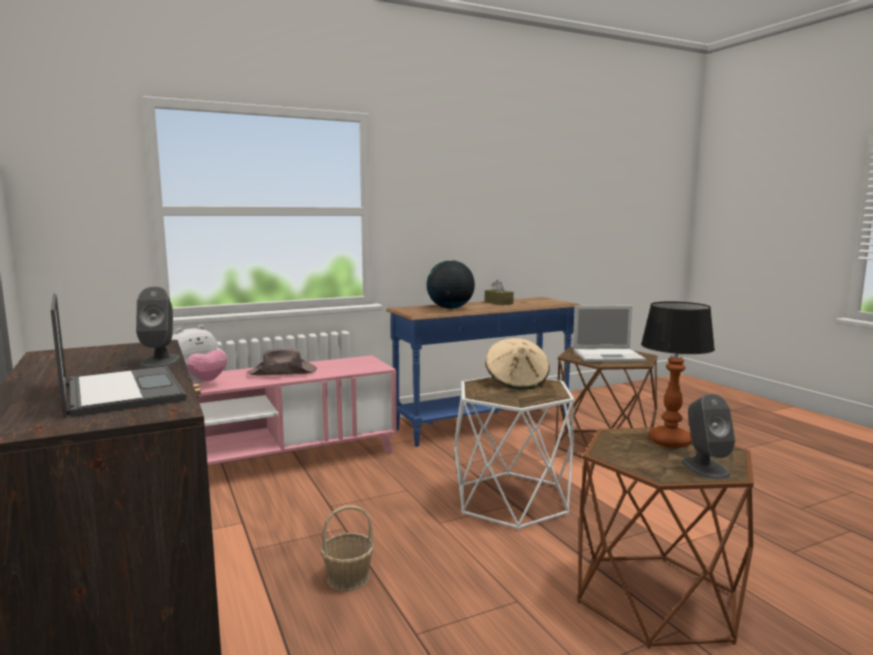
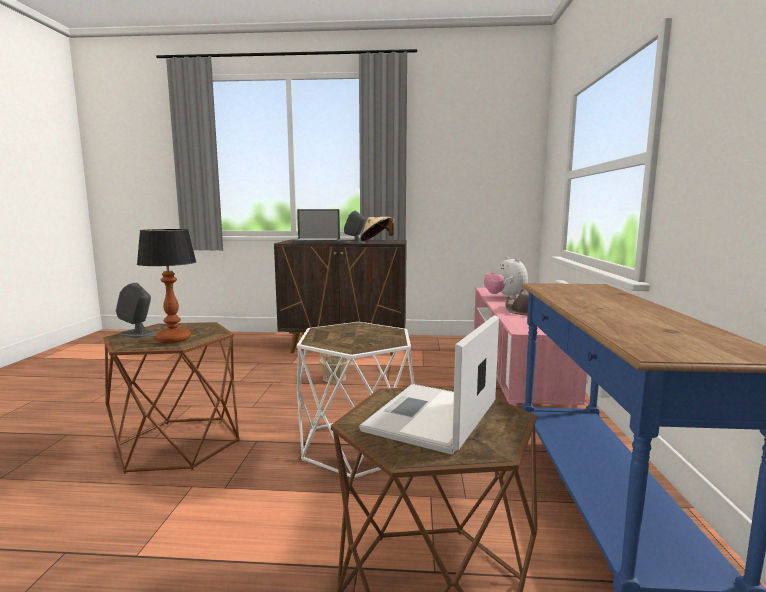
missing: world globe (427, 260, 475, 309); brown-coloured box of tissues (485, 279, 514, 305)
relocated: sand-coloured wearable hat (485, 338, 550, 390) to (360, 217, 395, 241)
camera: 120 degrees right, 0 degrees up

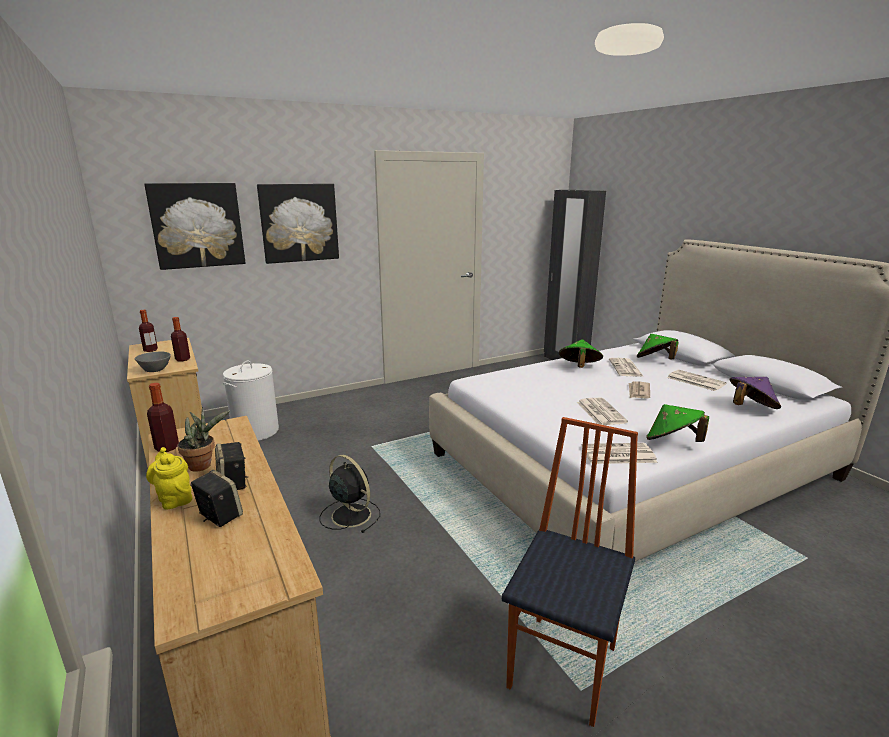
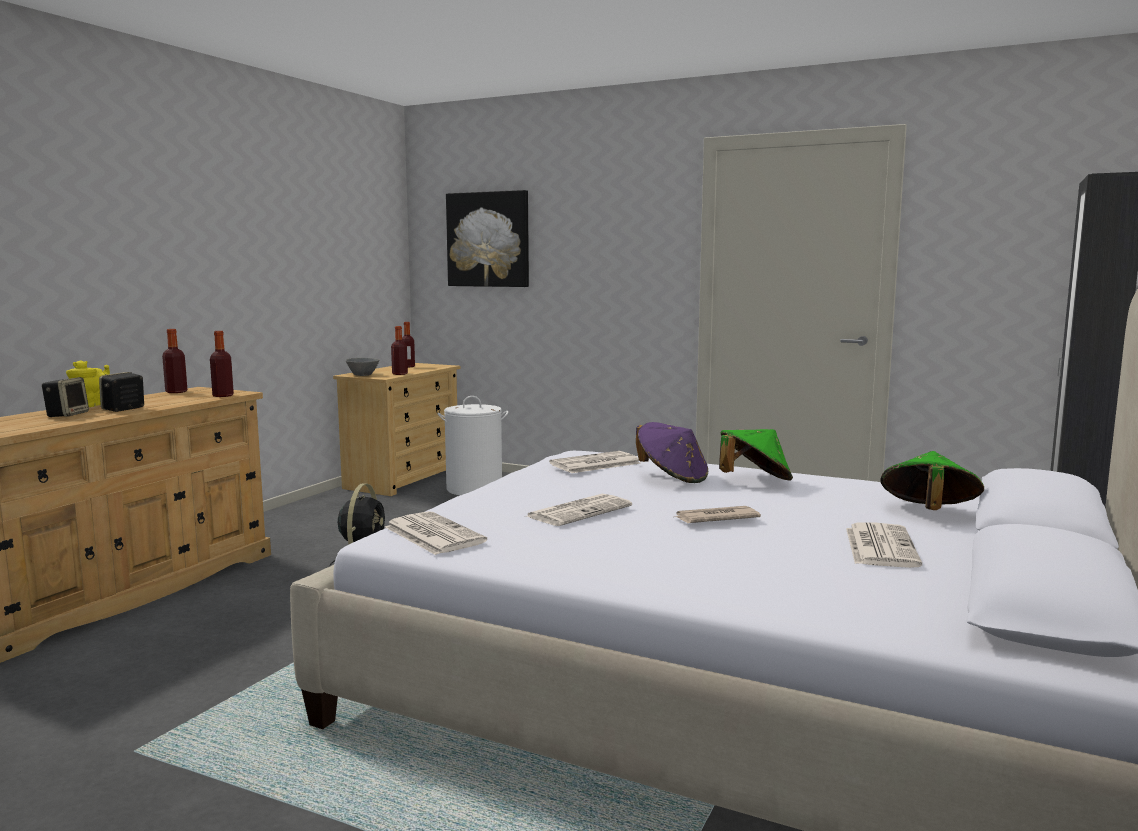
missing: plant in a pot (177, 407, 230, 472); wall art (257, 184, 339, 264); chair (502, 417, 638, 727); green-coloured wearable hat (646, 404, 709, 442)
appeared: drink bottle (210, 331, 234, 397)
relocated: printed paper (609, 358, 644, 377) to (549, 451, 641, 473); purple wearable hat (729, 377, 781, 409) to (636, 422, 708, 483)
camera: 55 degrees right, 10 degrees down

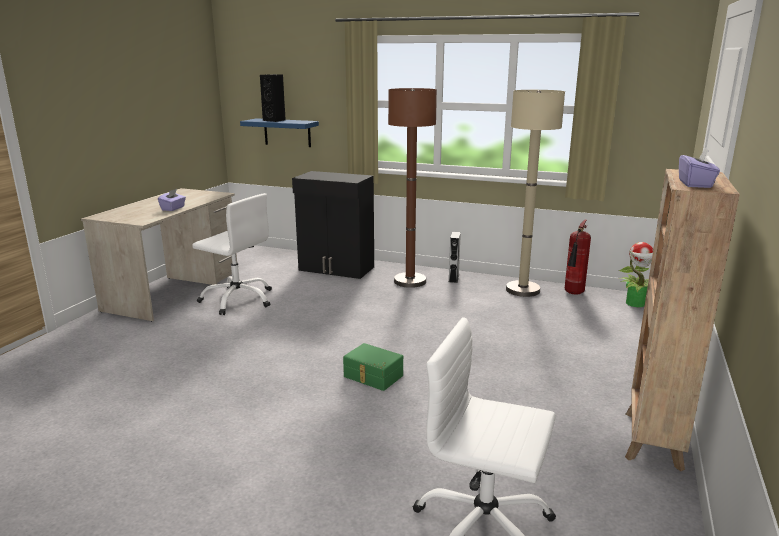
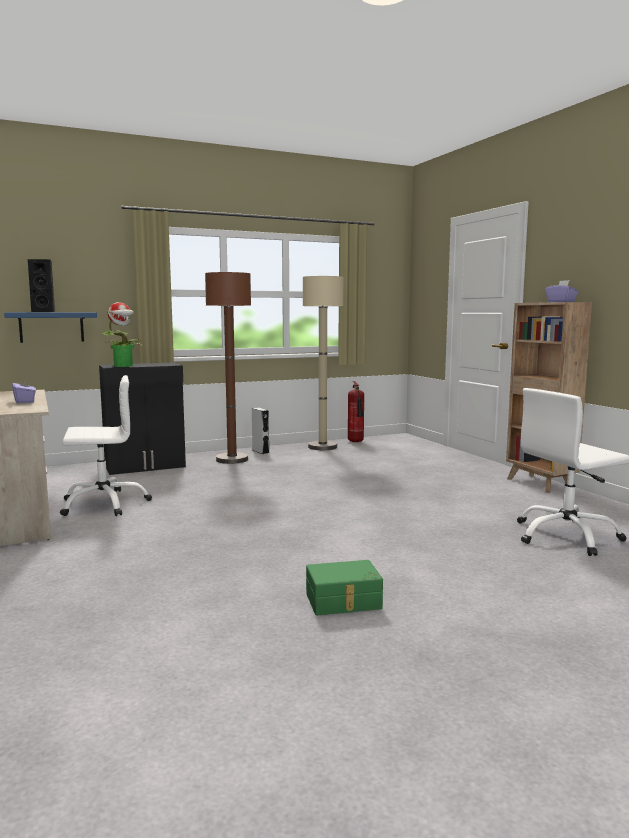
relocated: green-coloured storage bin (343, 343, 403, 391) to (306, 560, 383, 615); plant in a pot (619, 242, 653, 307) to (101, 302, 141, 367)
camera: 45 degrees left, 10 degrees down

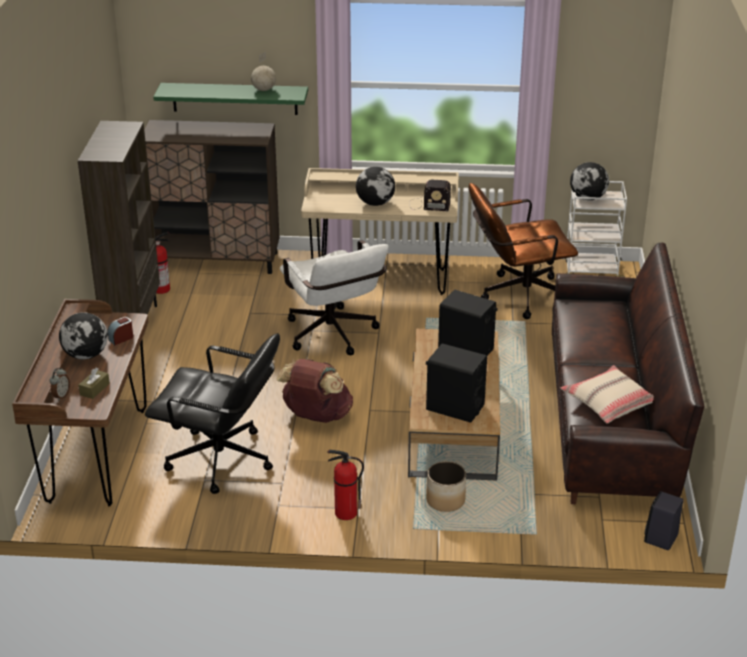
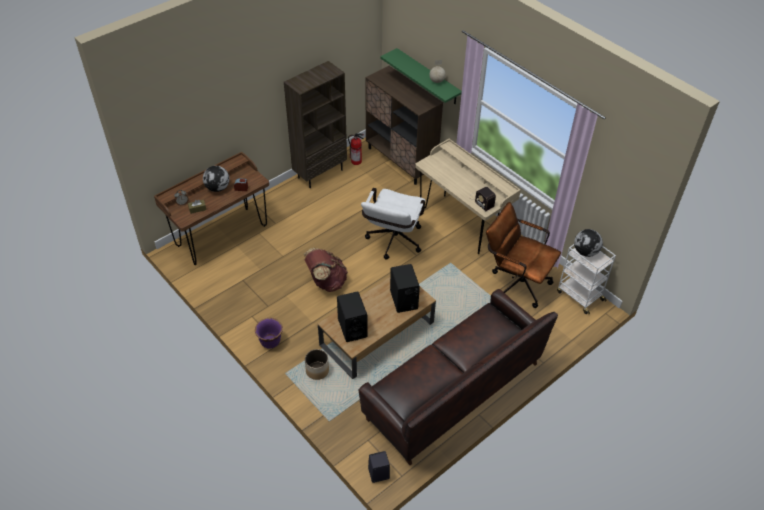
missing: black office chair (145, 333, 280, 494); world globe (356, 167, 395, 206); sand-coloured pillow (560, 365, 654, 424)
exchanged: fire-fighting cylinder (327, 450, 364, 520) to purple flower pot (255, 318, 283, 349)
camera: 45 degrees right, 15 degrees up

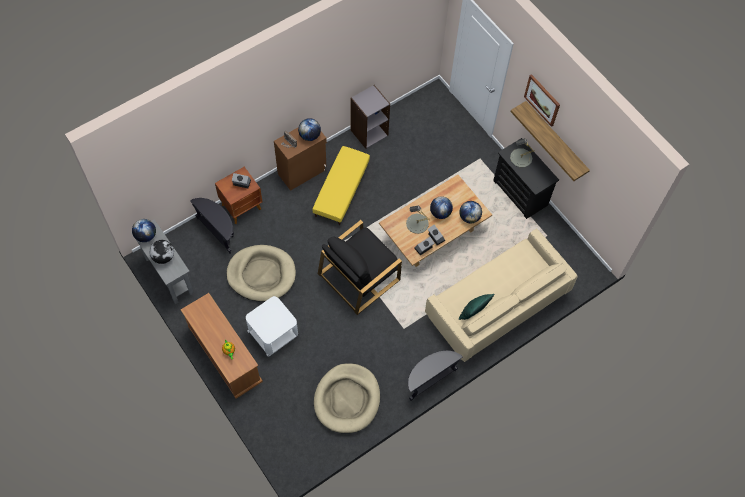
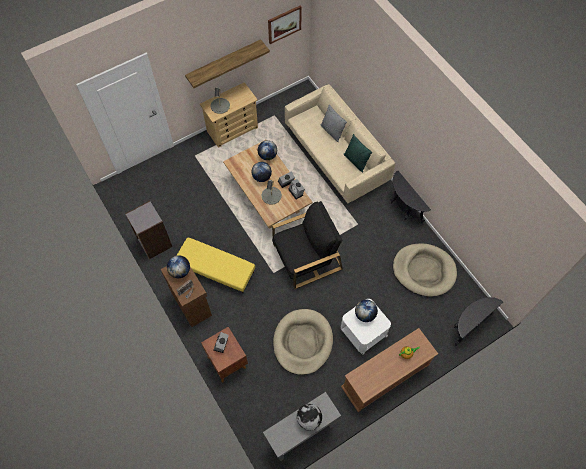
appeared: grey pillow (320, 104, 347, 142)
relocated: world globe (132, 219, 156, 242) to (355, 300, 378, 322); black accent table (190, 198, 234, 254) to (454, 297, 503, 346); wall art (524, 74, 560, 127) to (268, 5, 302, 44)
colour: black dresser (493, 138, 559, 219) to sand-coloured dresser (200, 82, 258, 148)
spun: black lounge chair (318, 220, 402, 315) = (272, 201, 343, 289) 75 degrees counterclockwise
camera: 85 degrees left, 0 degrees up

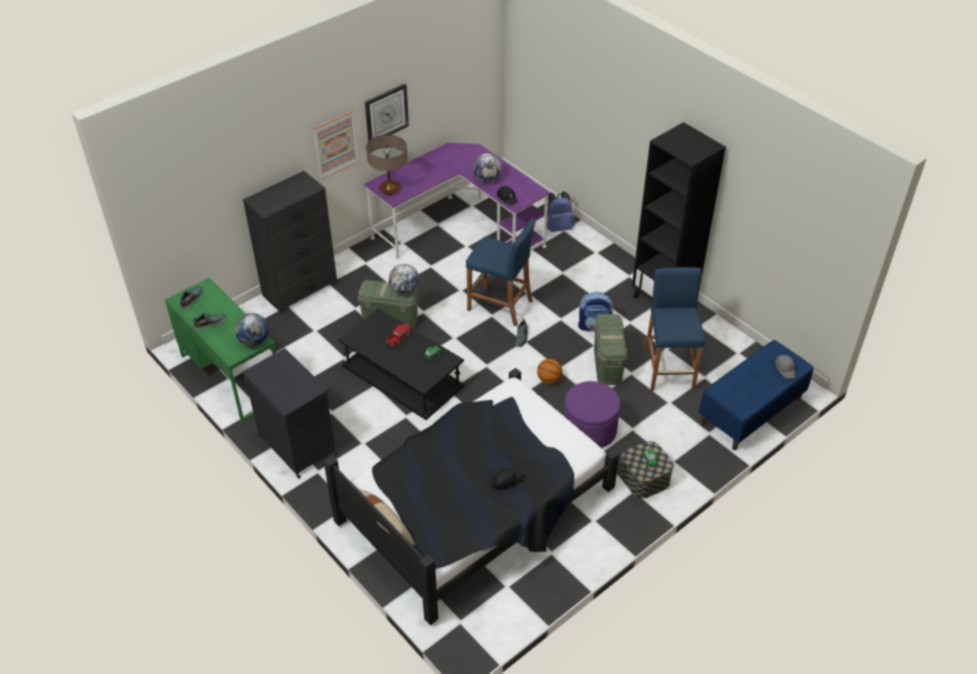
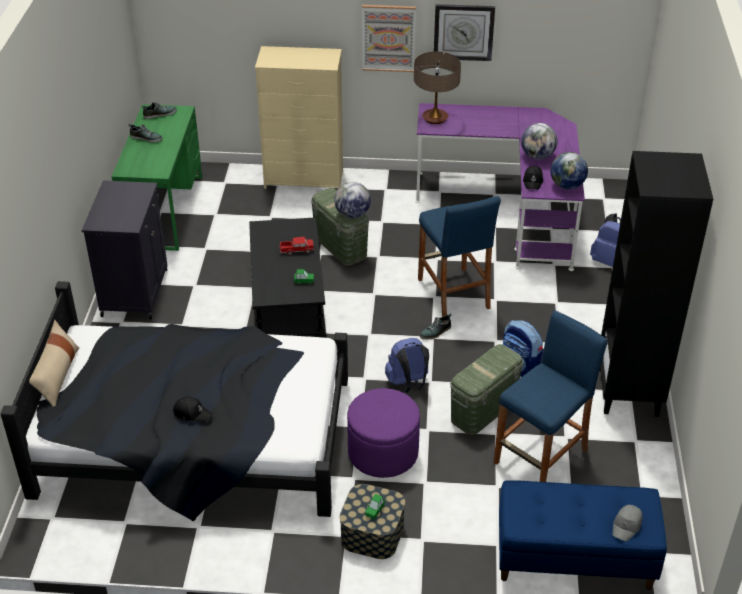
relocated: world globe (235, 313, 269, 347) to (551, 152, 588, 190)
exchanged: ball for basketball (537, 359, 562, 384) to blue rucksack (385, 338, 429, 393)
colour: black dresser (243, 171, 338, 314) to sand-coloured dresser (255, 46, 343, 189)
camera: 45 degrees right, 5 degrees down

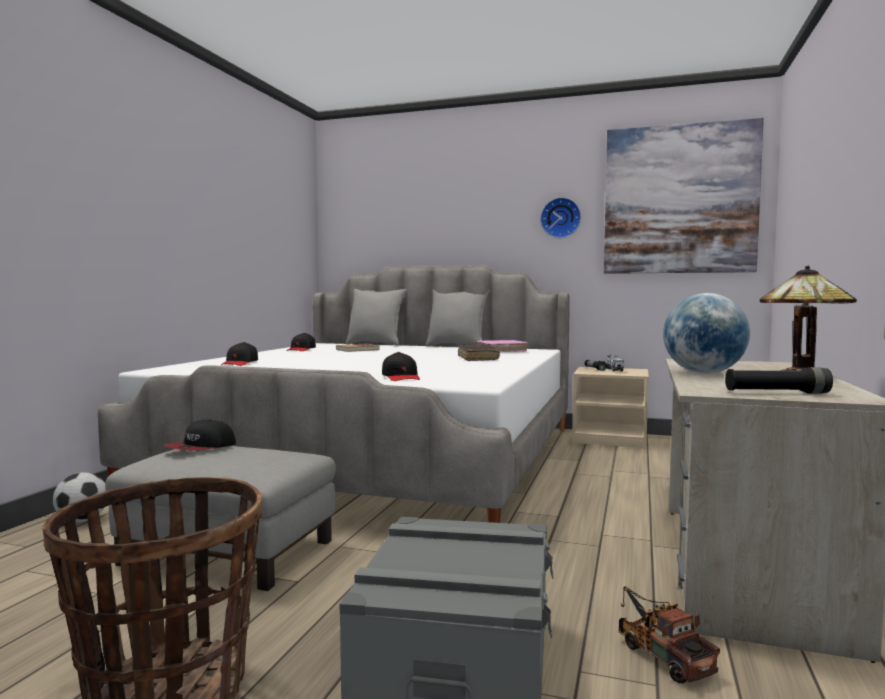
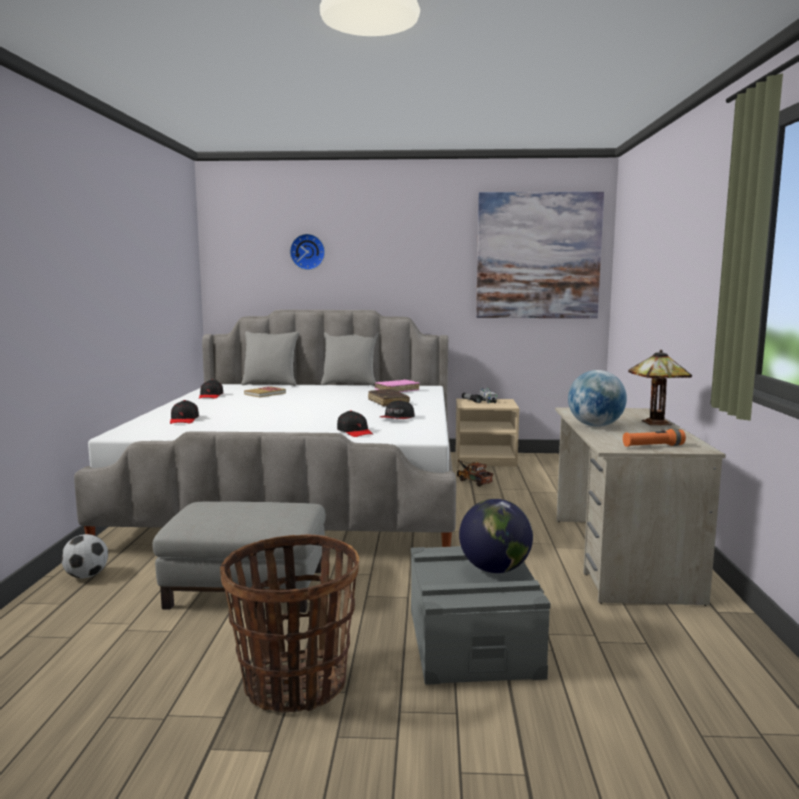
appeared: world globe (459, 499, 533, 573)
relocated: baseball cap (164, 419, 236, 450) to (380, 400, 415, 419); wall clock (540, 197, 581, 238) to (290, 234, 325, 270); toy truck (618, 586, 720, 683) to (457, 460, 493, 486)
colour: black hand torch (725, 367, 833, 394) to orange hand torch (623, 429, 686, 447)
camera: 15 degrees left, 5 degrees up

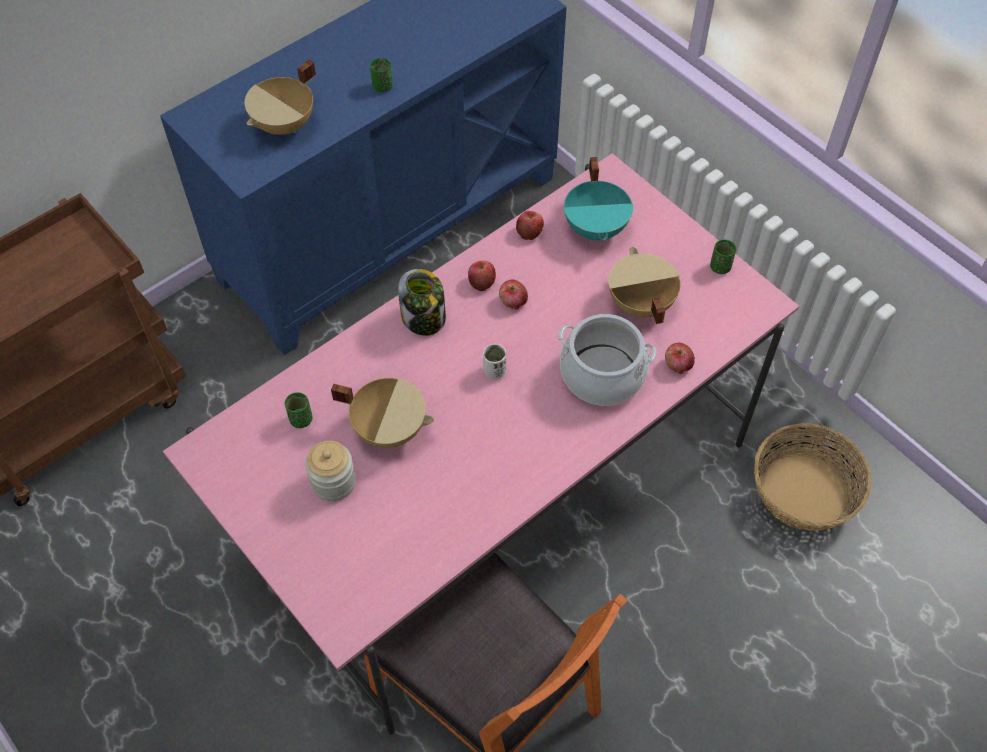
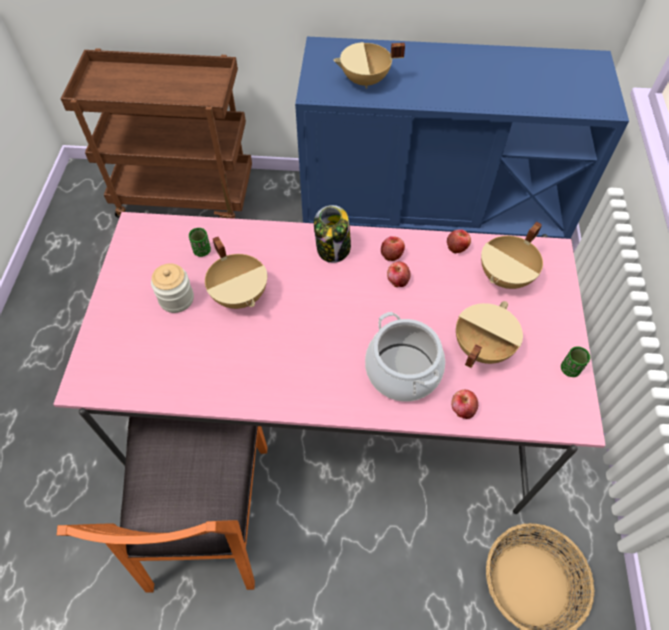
missing: green-coloured drinking cup (370, 58, 393, 92); white-coloured drinking cup (483, 344, 506, 379)
colour: blue-green saucepot (564, 157, 633, 241) to sand-coloured saucepot (481, 222, 543, 289)
camera: 45 degrees right, 0 degrees up

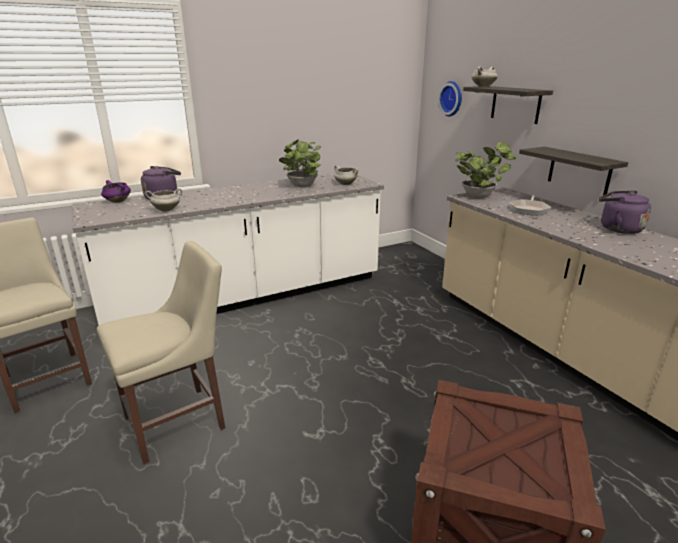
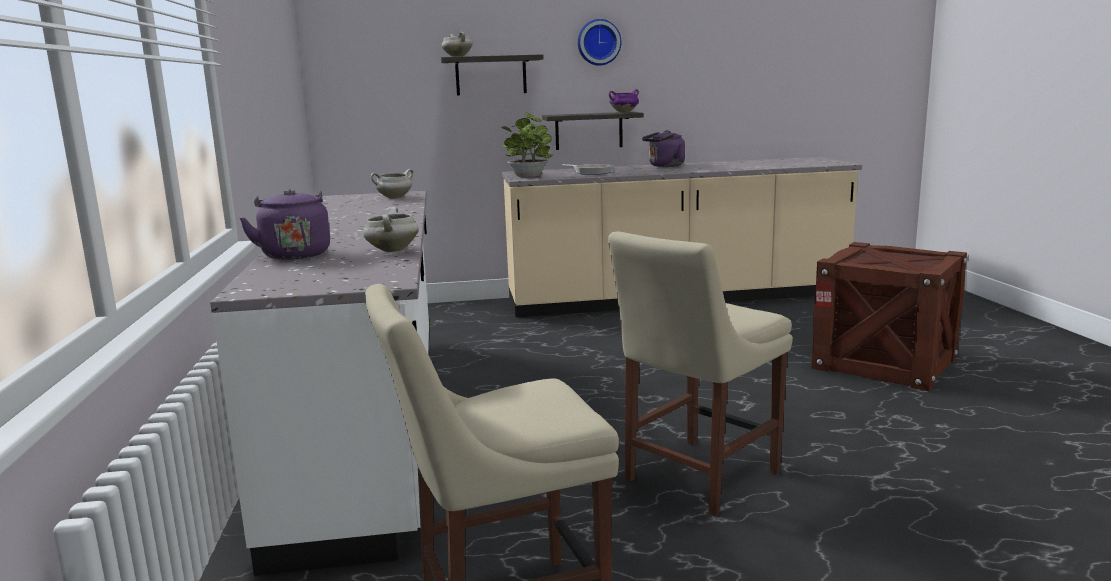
missing: plant in a pot (279, 140, 321, 187)
relocated: purple saucepot (101, 180, 131, 203) to (609, 89, 639, 113); wall clock (438, 81, 462, 116) to (578, 19, 621, 66)
spun: sand-coloured chair (97, 241, 225, 464) = (608, 231, 793, 516) 120 degrees counterclockwise
camera: 70 degrees left, 10 degrees down

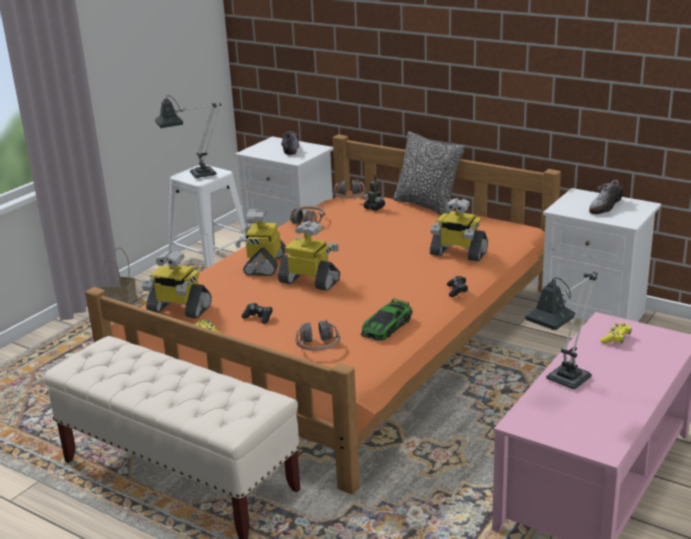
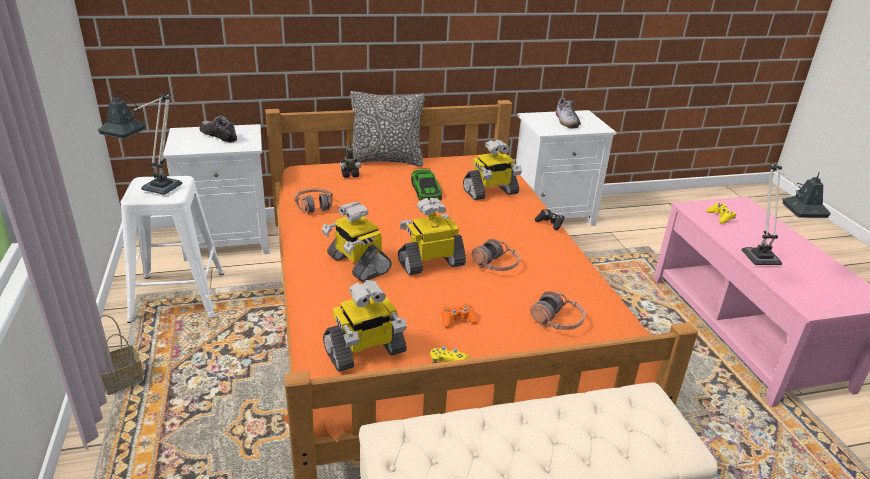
relocated: headphones (334, 180, 366, 198) to (472, 239, 520, 271); model car (361, 298, 413, 341) to (411, 168, 442, 201)
colour: black joypad (242, 303, 273, 324) to orange joypad (442, 303, 478, 328)
camera: 50 degrees left, 5 degrees up

